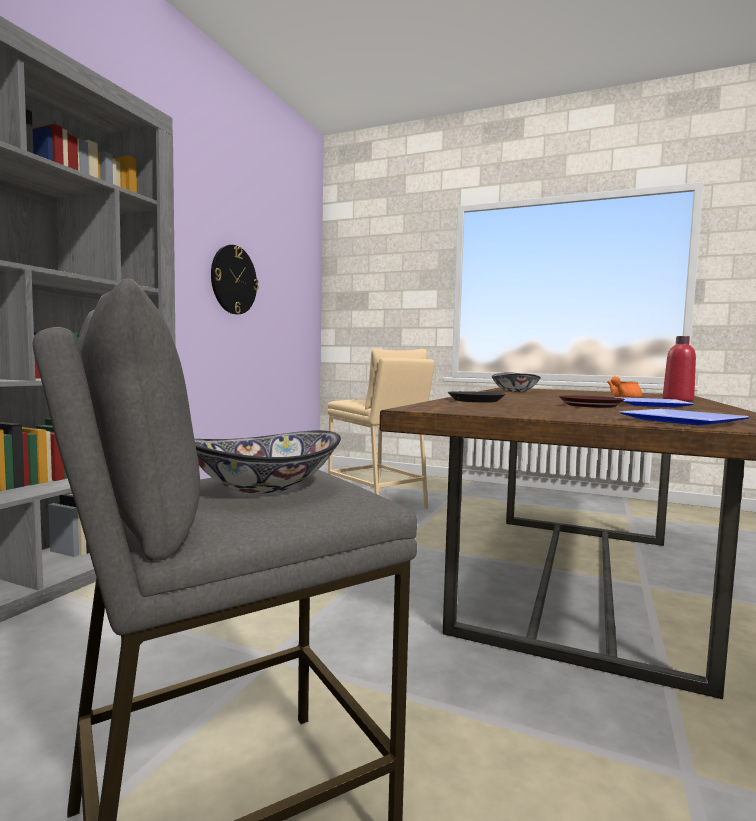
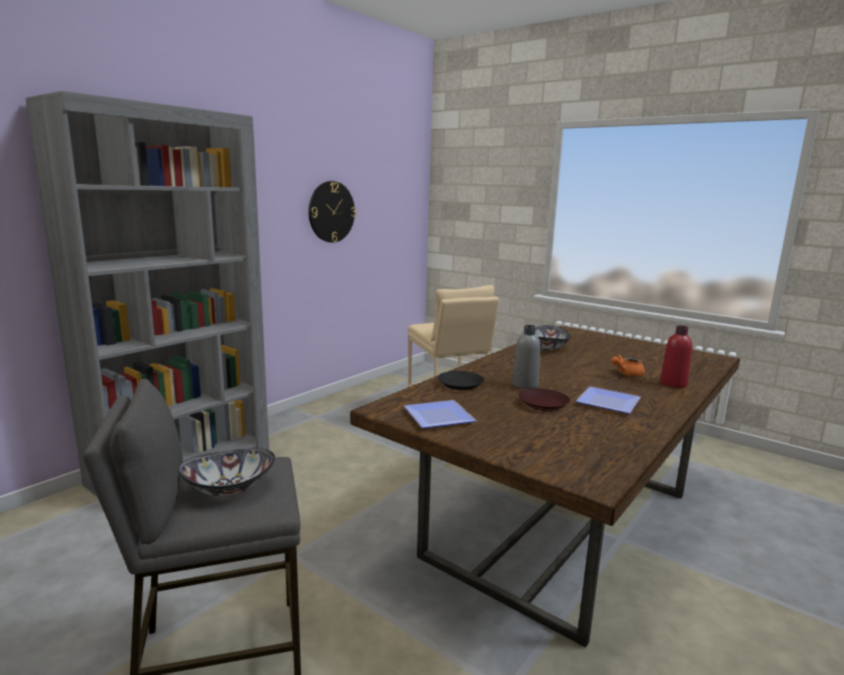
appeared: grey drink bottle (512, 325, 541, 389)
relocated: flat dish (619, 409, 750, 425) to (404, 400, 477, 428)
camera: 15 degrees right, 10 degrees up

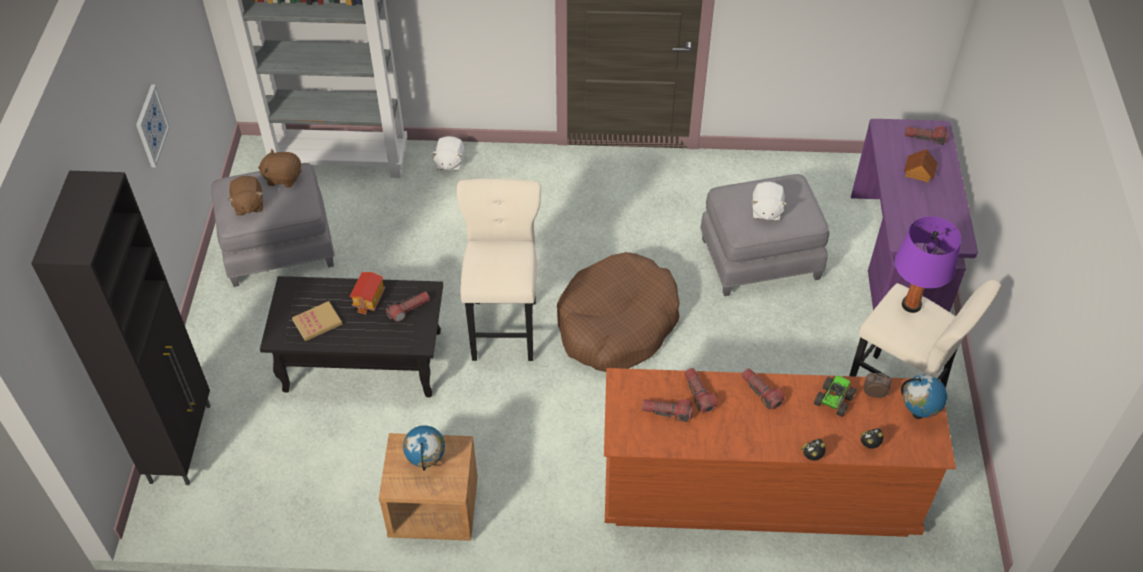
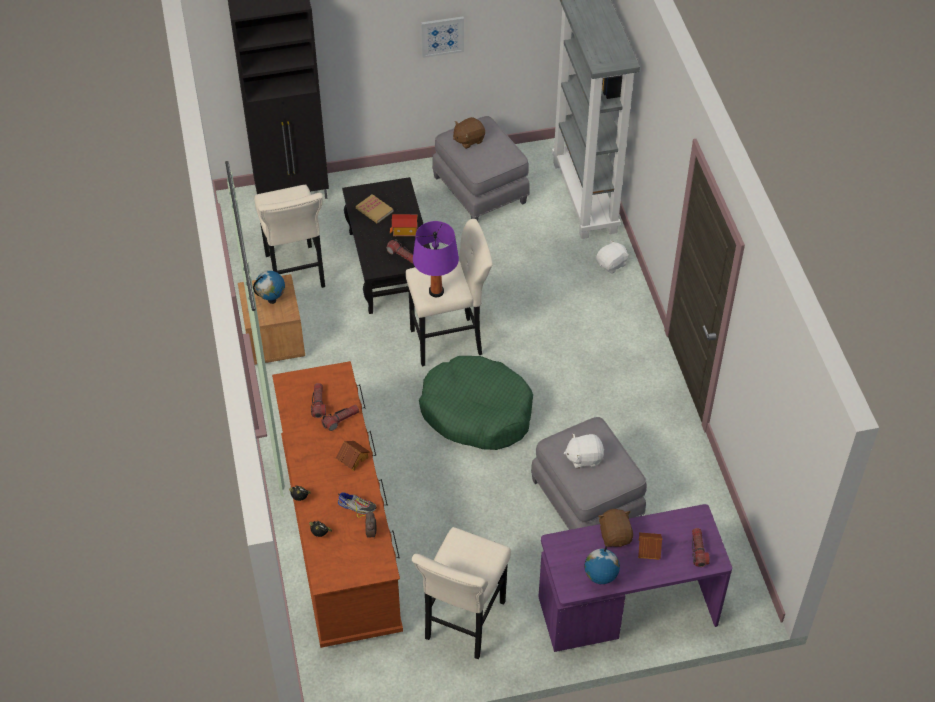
appeared: sand-coloured stool (254, 185, 325, 288)
relocated: brown-coloured cuddly toy (258, 149, 302, 188) to (598, 509, 633, 547); purple tabletop lamp (895, 216, 961, 313) to (413, 221, 459, 297); world globe (901, 375, 947, 419) to (584, 546, 620, 584)
exchanged: hand torch (742, 368, 784, 409) to miniature house (336, 441, 370, 471); toy truck (814, 376, 856, 417) to low shoe (338, 492, 376, 517)
colour: brown-coloured dog bed (557, 252, 680, 372) to green-coloured dog bed (419, 356, 533, 450)
spun: white-coloured cuddly toy (431, 136, 464, 171) = (596, 240, 629, 274) 150 degrees clockwise
camera: 75 degrees right, 0 degrees up

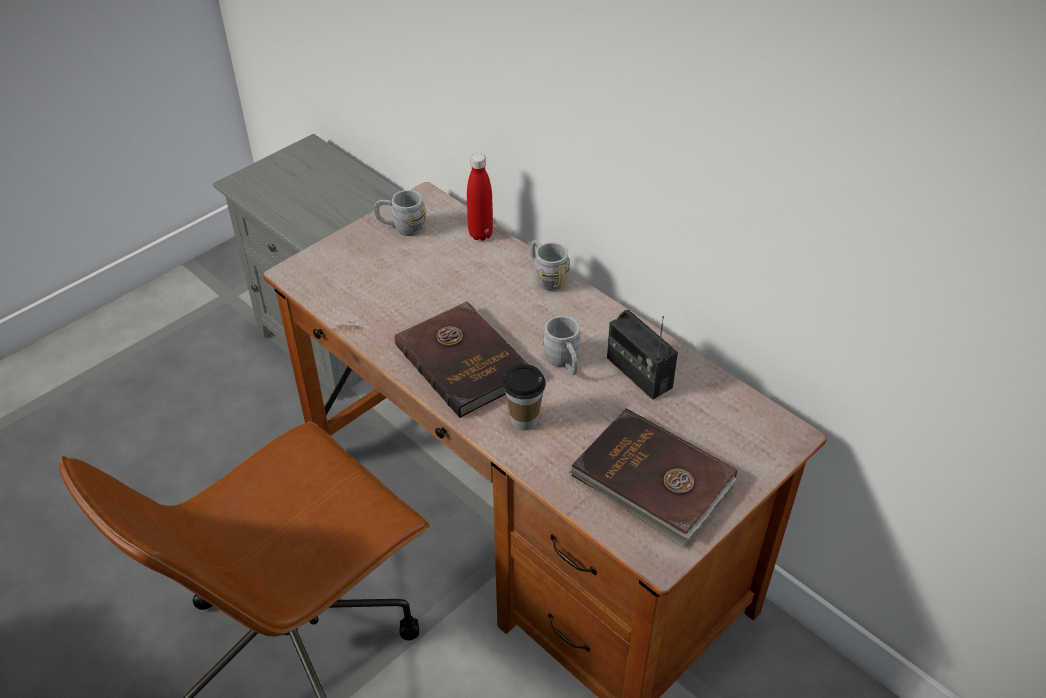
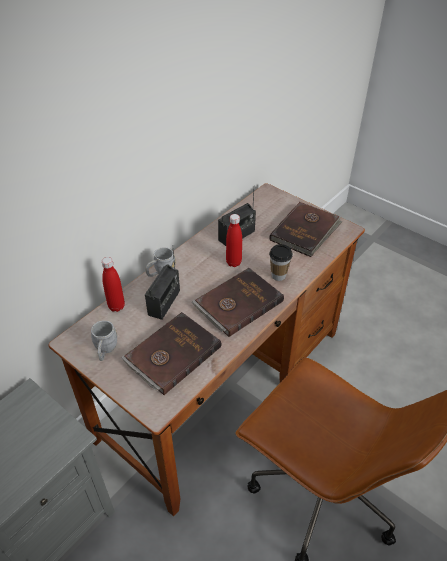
appeared: brown-coloured bound book (121, 312, 221, 395); radio (145, 245, 180, 320)
exchanged: grey tea mug (542, 316, 581, 375) to red drink bottle (226, 214, 242, 267)
camera: 95 degrees left, 0 degrees up

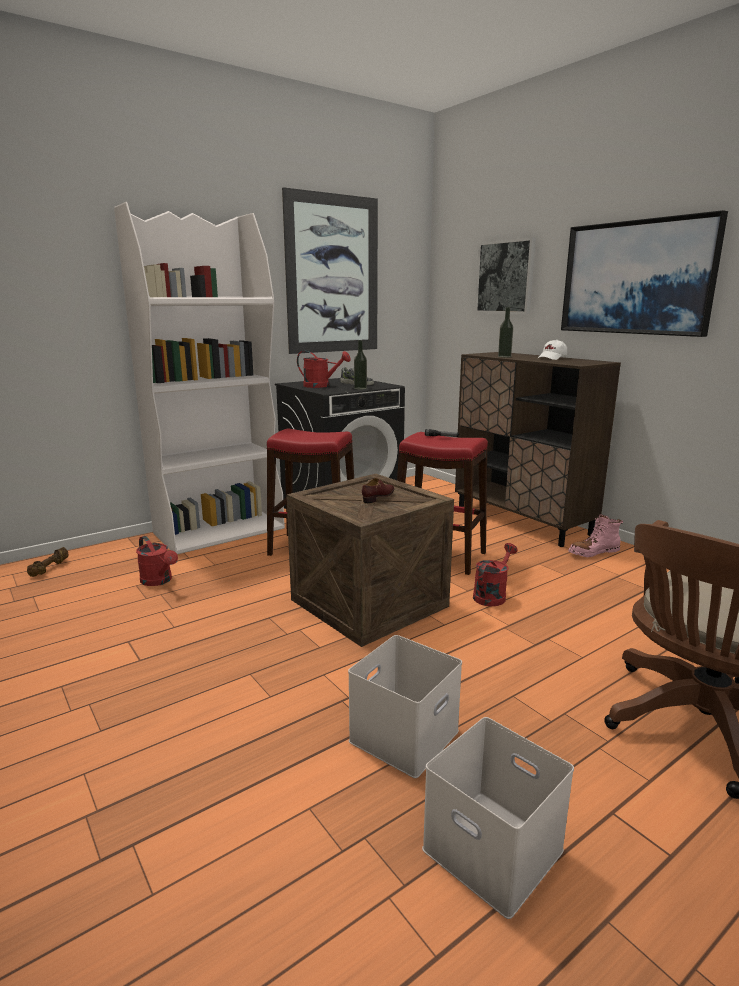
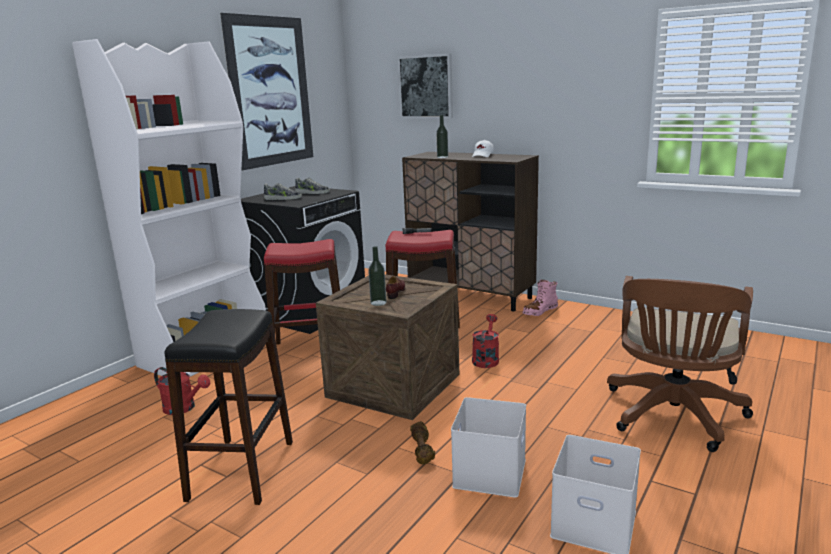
missing: wall art (561, 210, 728, 337)
appeared: black stool (164, 309, 293, 505)
relocated: brown-coloured dumbbell (27, 547, 68, 577) to (410, 421, 435, 464); drink bottle (354, 340, 367, 390) to (368, 246, 386, 306)
exchanged: red sprinkling can (297, 351, 351, 388) to low shoe (264, 183, 302, 200)
camera: 20 degrees left, 0 degrees up

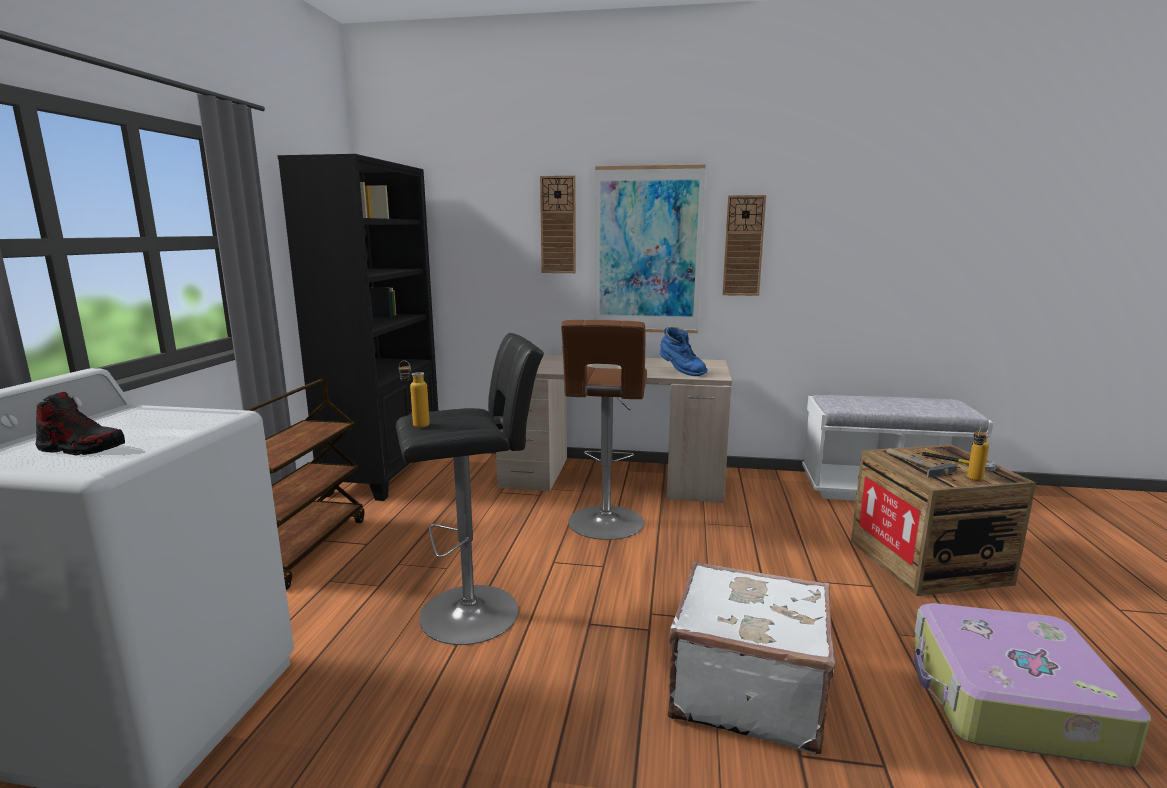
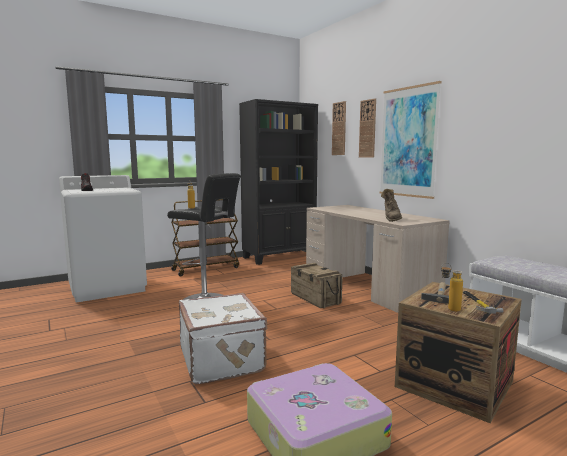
relocated: wall clock (722, 195, 766, 296) to (332, 101, 346, 155)
exchanged: brown-coloured stool (561, 320, 647, 540) to packing crate (291, 263, 342, 308)
colour: blue high-top boot (660, 327, 707, 376) to brown-coloured high-top boot (381, 189, 402, 222)
camera: 50 degrees right, 5 degrees down

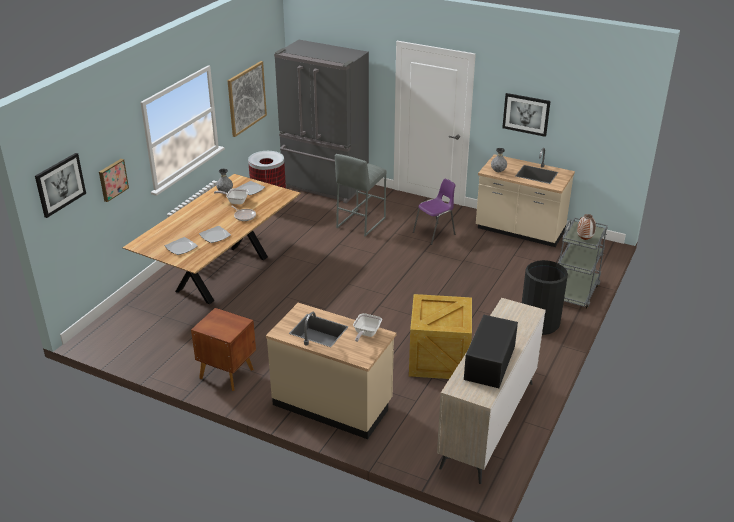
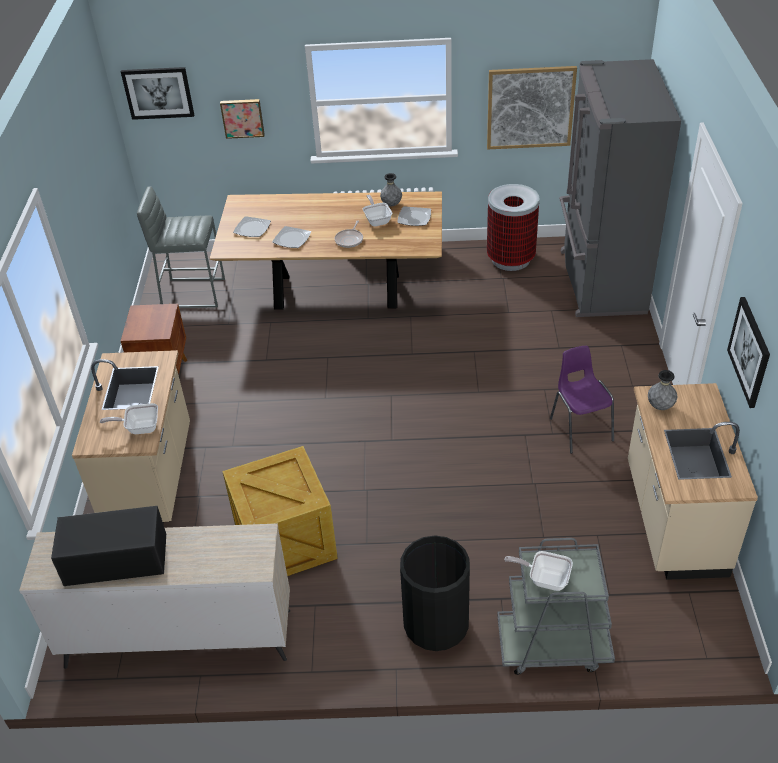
relocated: grey stool (335, 154, 386, 237) to (137, 186, 225, 308)
exchanged: flower vase (577, 214, 596, 240) to frying pan (504, 551, 573, 591)
spun: purple chair (413, 179, 456, 245) = (550, 346, 614, 454) 135 degrees counterclockwise
camera: 65 degrees right, 10 degrees up

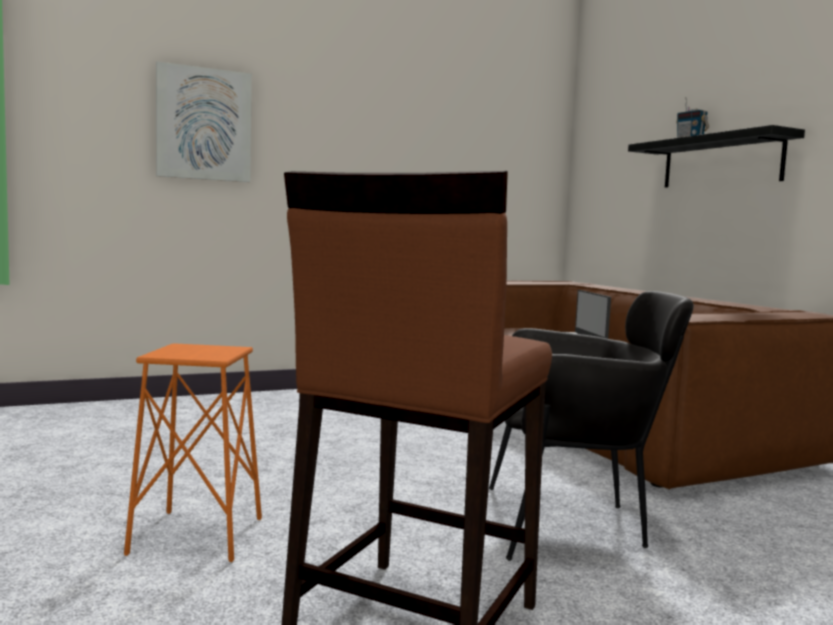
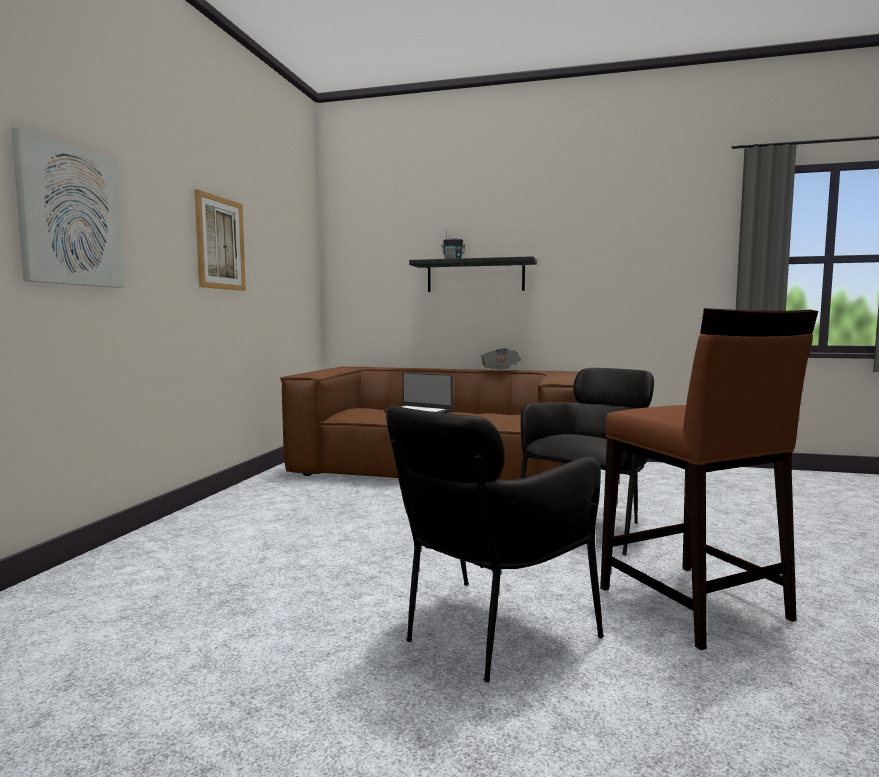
appeared: wall art (195, 189, 246, 291); printed paper (481, 348, 521, 370)
exchanged: orange stool (124, 343, 262, 562) to black lounge chair (386, 405, 604, 682)
camera: 50 degrees left, 0 degrees up

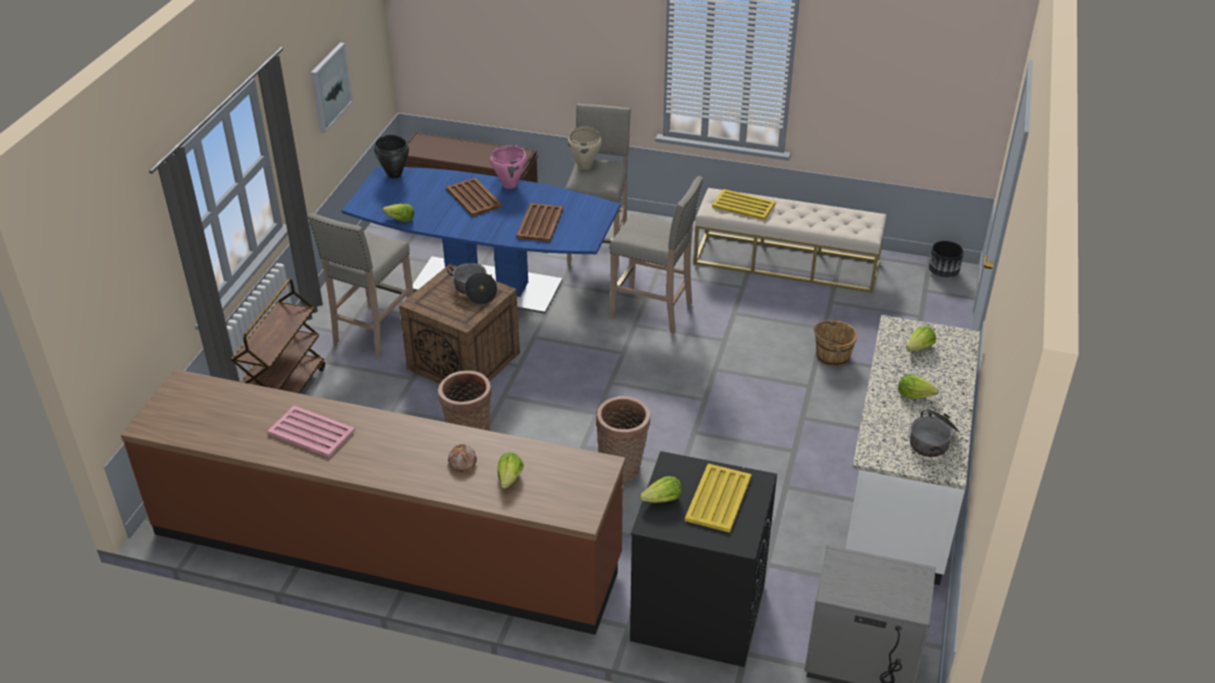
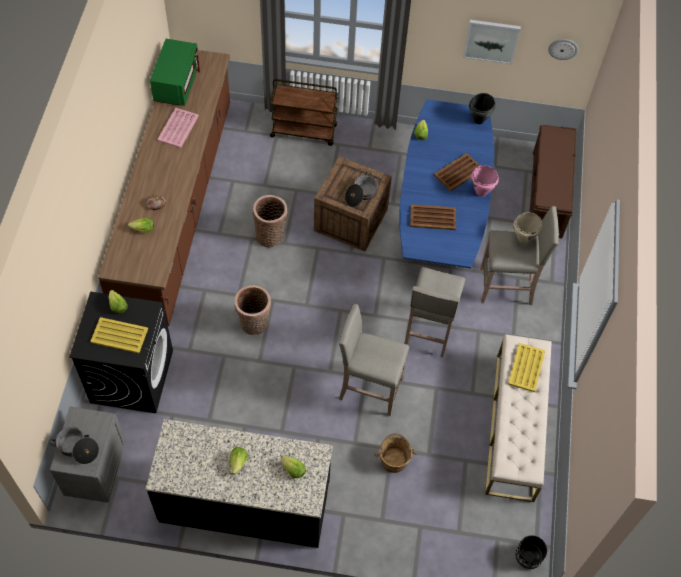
appeared: green-coloured kitchen microwave (150, 39, 200, 106); wall clock (548, 39, 579, 60)
relocated: sand-coloured stool (308, 213, 413, 357) to (339, 304, 409, 416); saucepot (910, 409, 960, 457) to (50, 427, 99, 464)
colour: white-coloured counter (845, 315, 980, 585) to black counter (146, 419, 333, 548)
camera: 80 degrees right, 20 degrees up

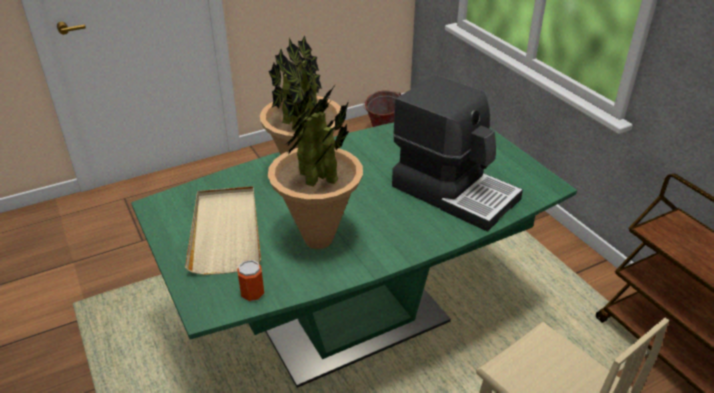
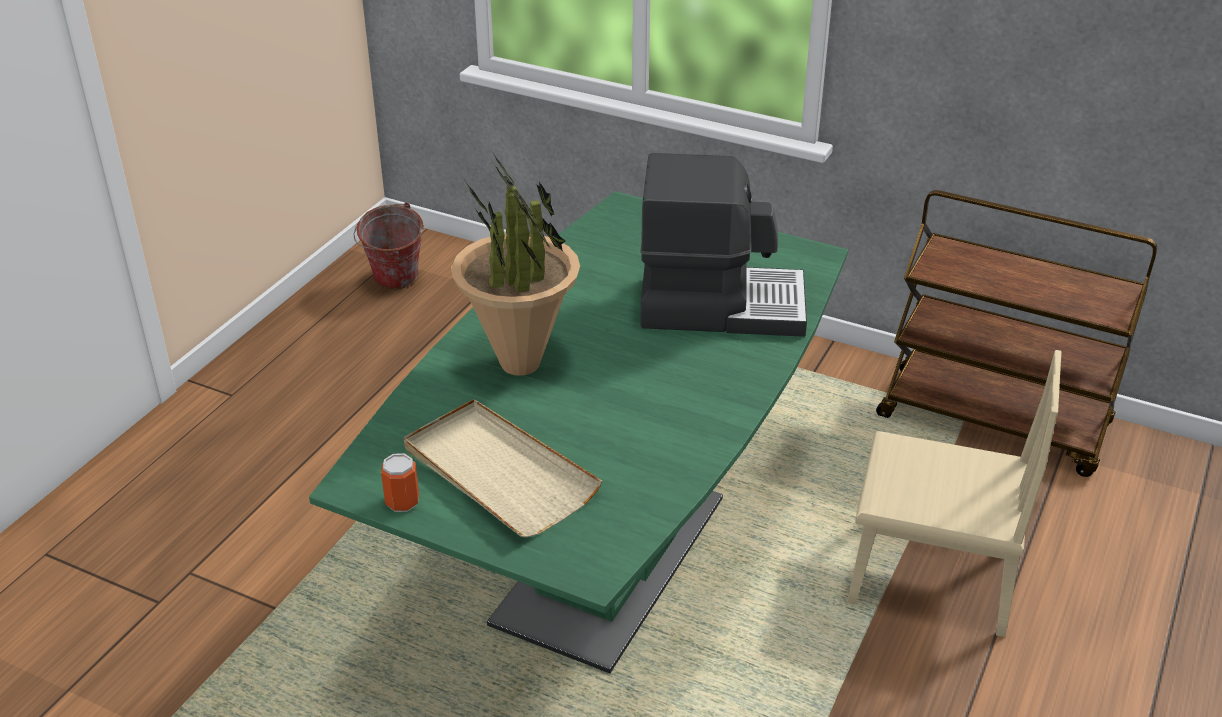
missing: plant in a pot (268, 85, 363, 249)
relocated: metal can (237, 260, 264, 302) to (381, 453, 419, 512)
camera: 35 degrees left, 0 degrees up

